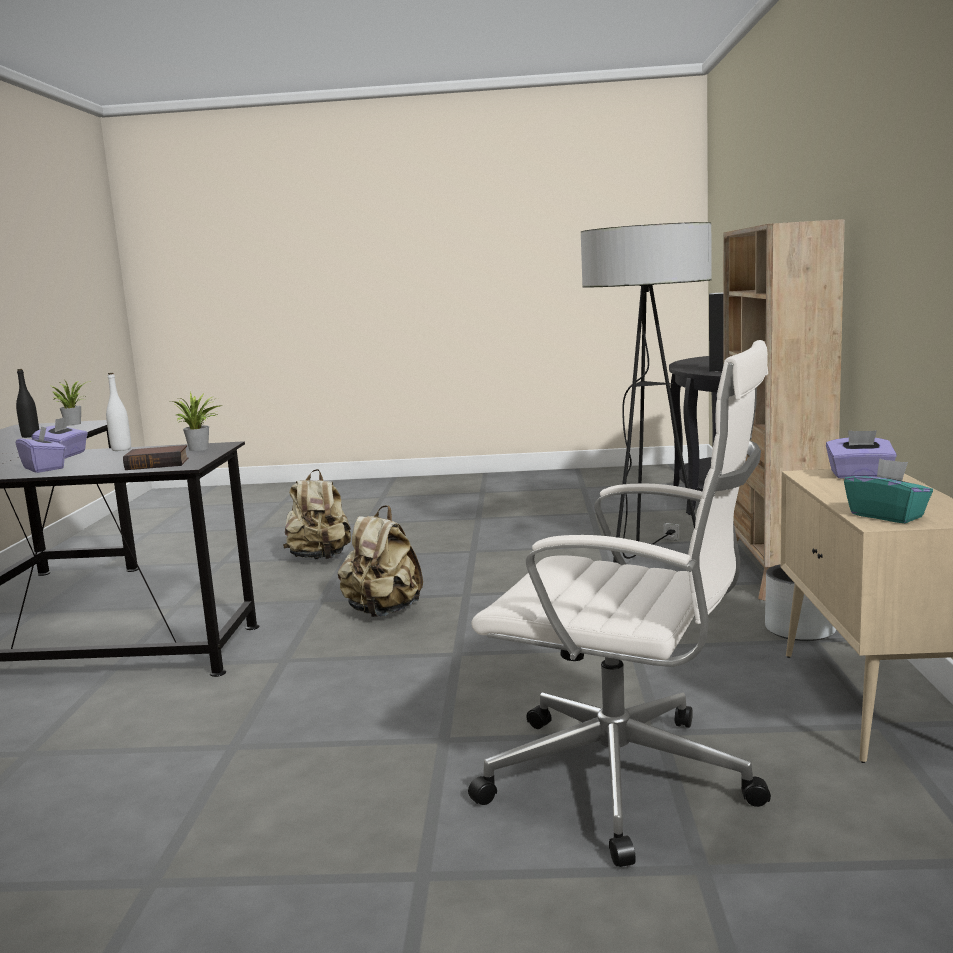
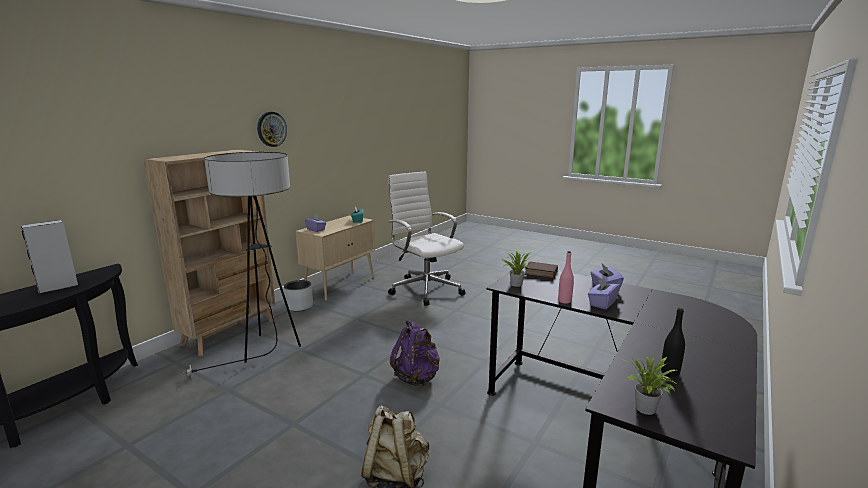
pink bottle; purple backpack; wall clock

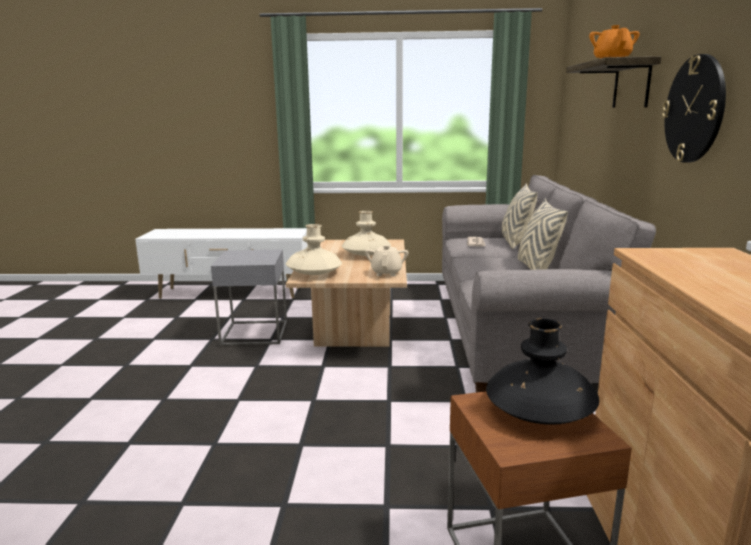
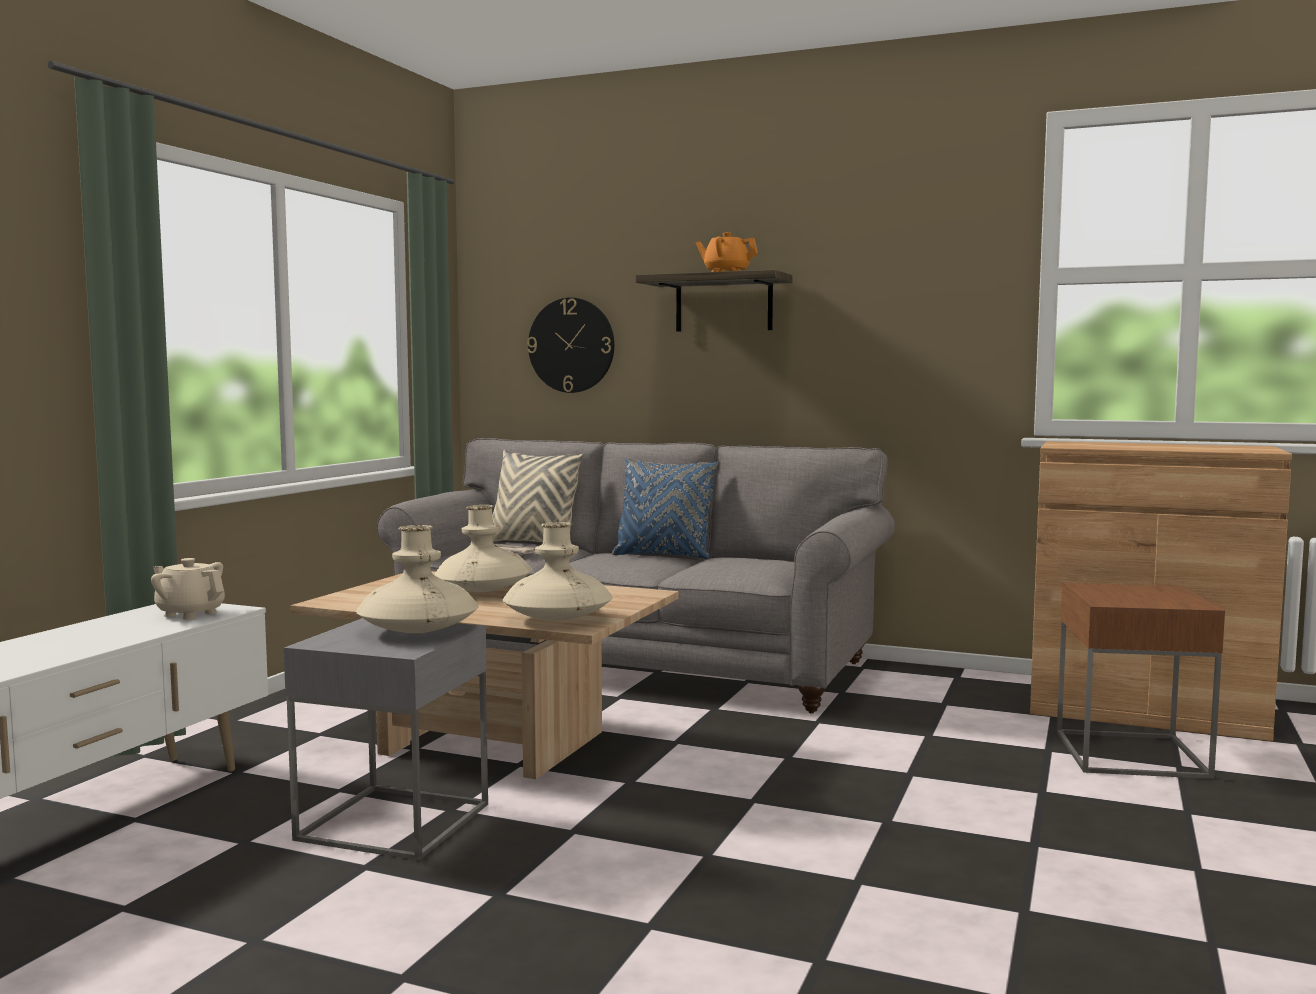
wall clock; blue pillow; beige teapot; black vase; beige vase (1st from left)

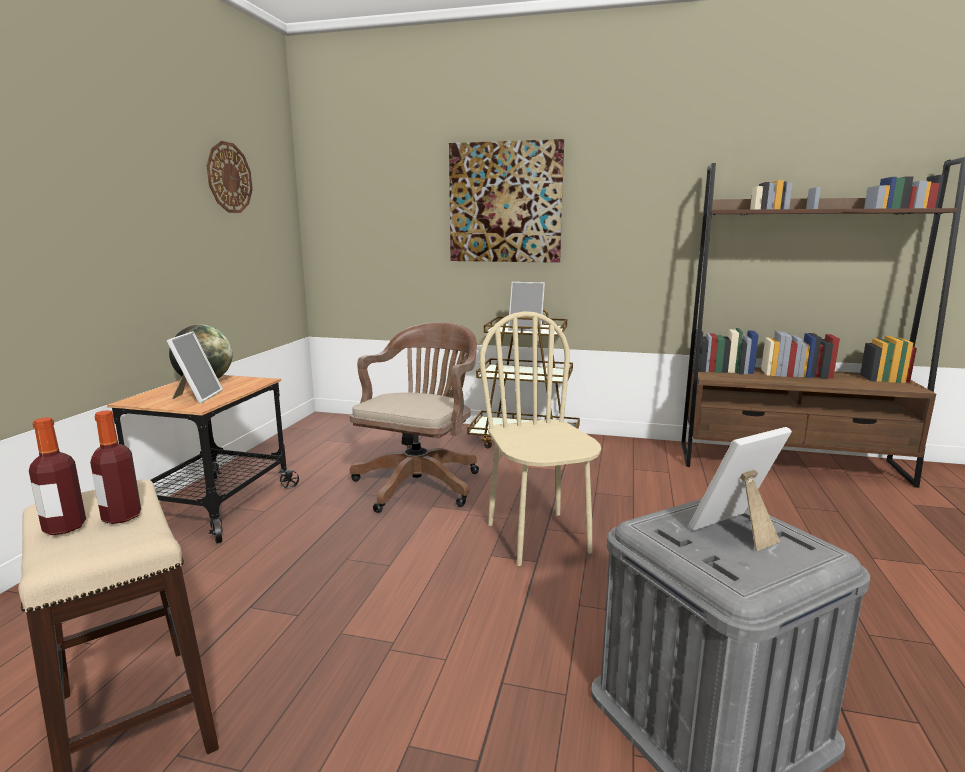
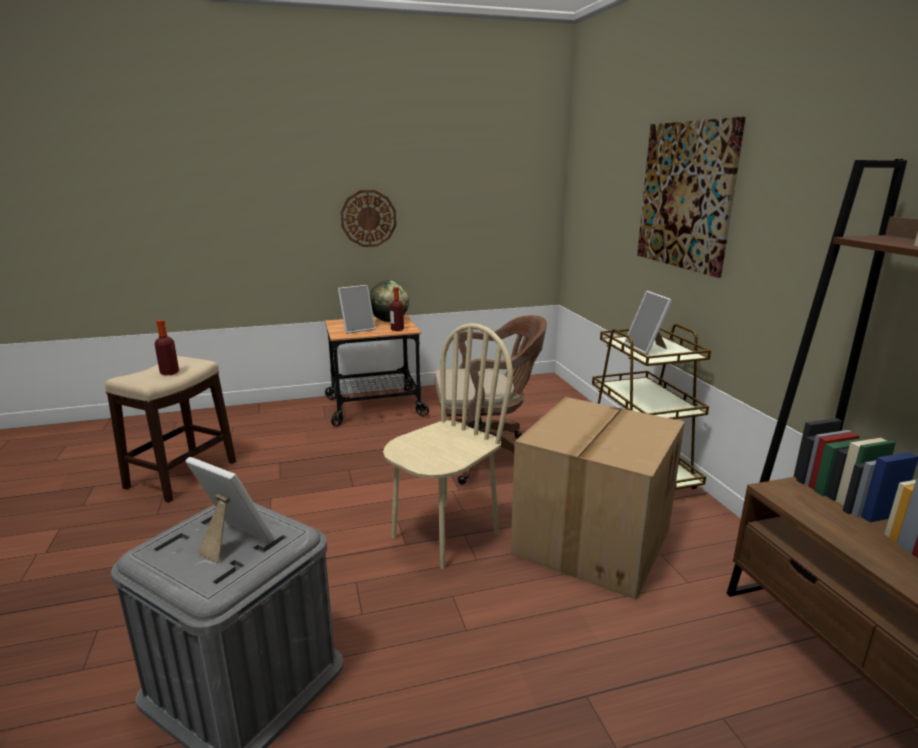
wall clock; bottle (2nd from left); cardboard box

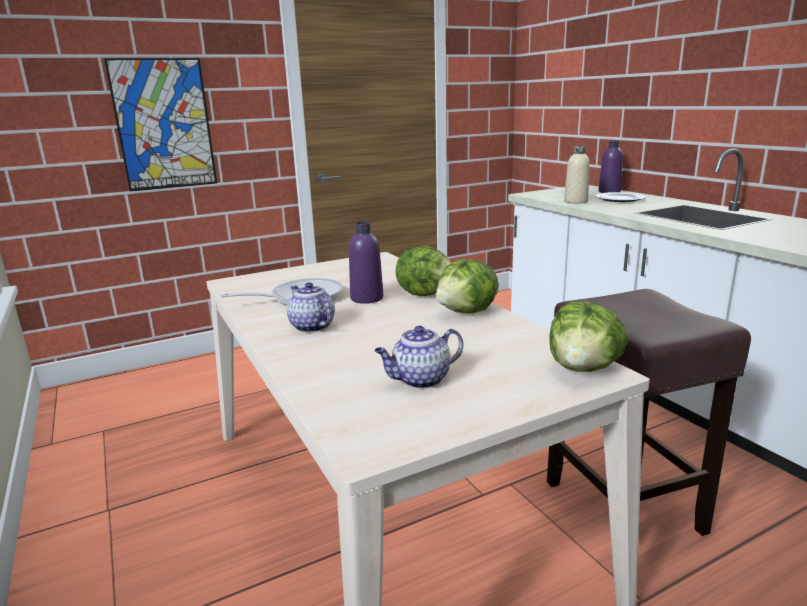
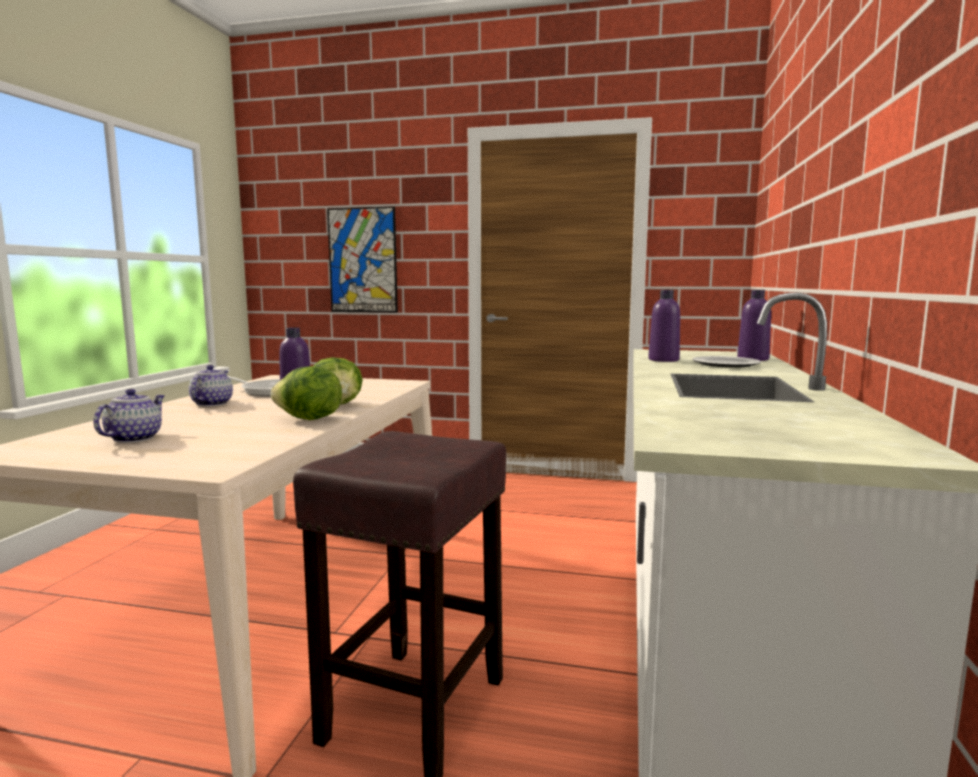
purple bottle (2nd from left); lettuce (3rd from left in the first image); teapot (1st from left)

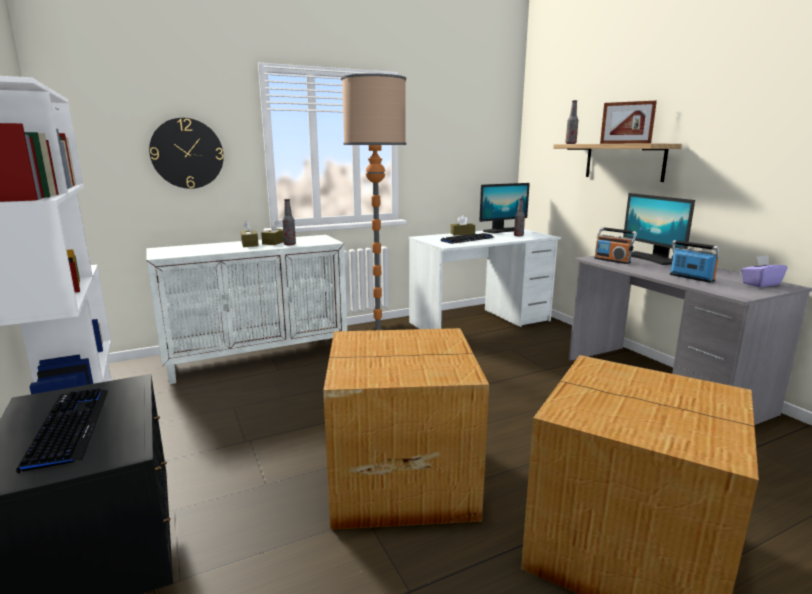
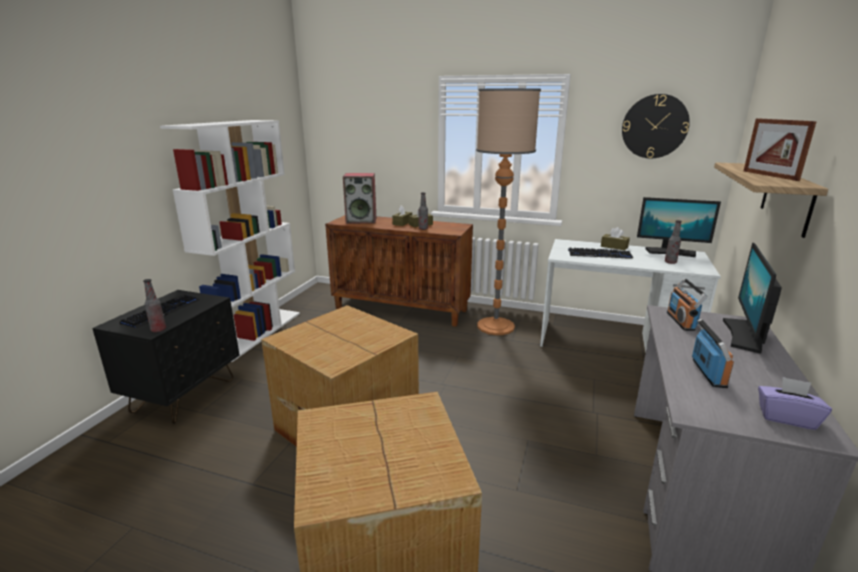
bottle (1st from left); wall clock; brown cabinet; speaker

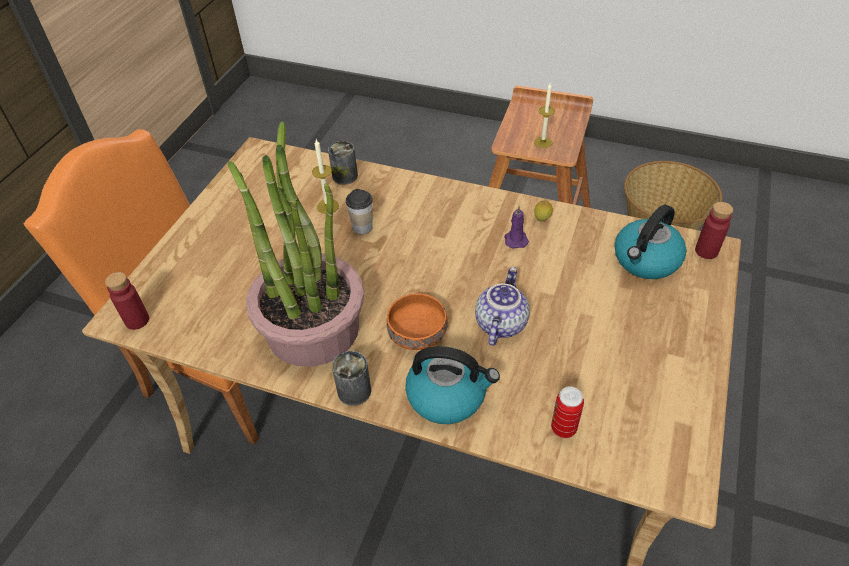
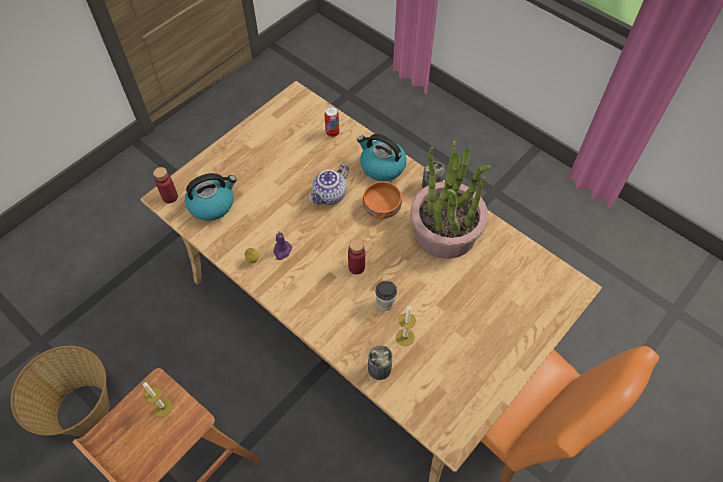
red bottle (2nd from left)

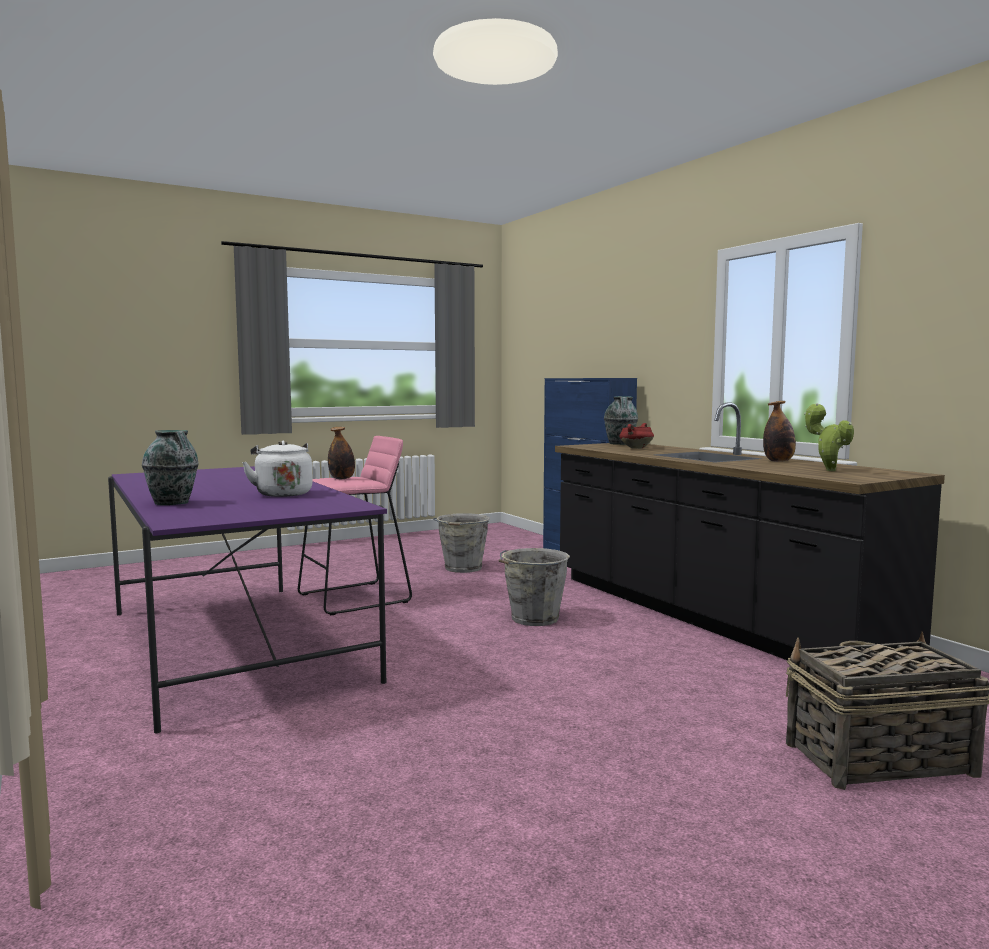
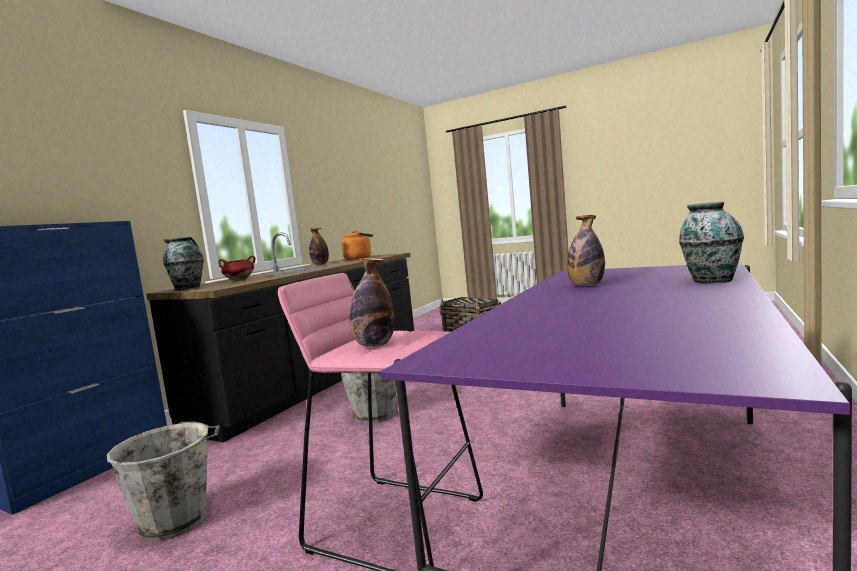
orange kettle; bottle (3rd from left)

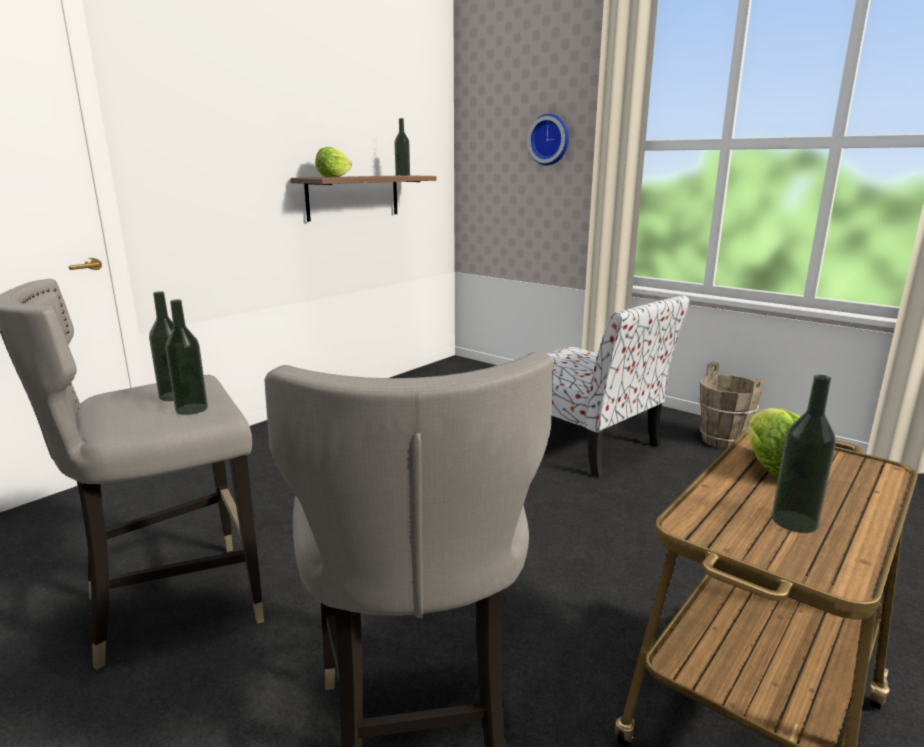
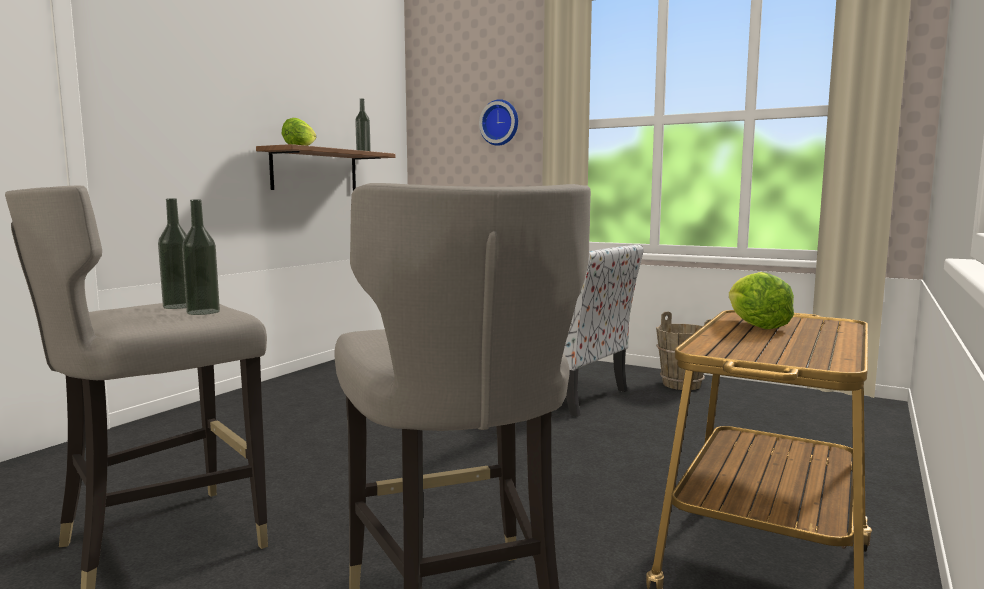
bottle (4th from left in the first image)

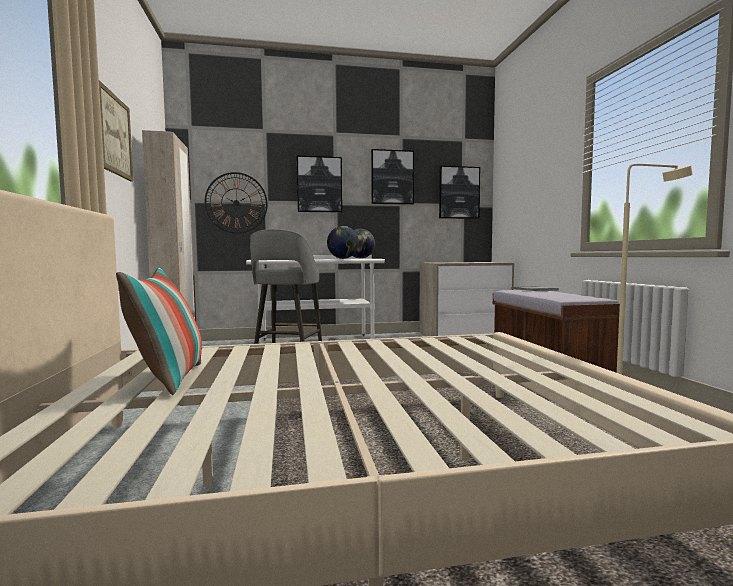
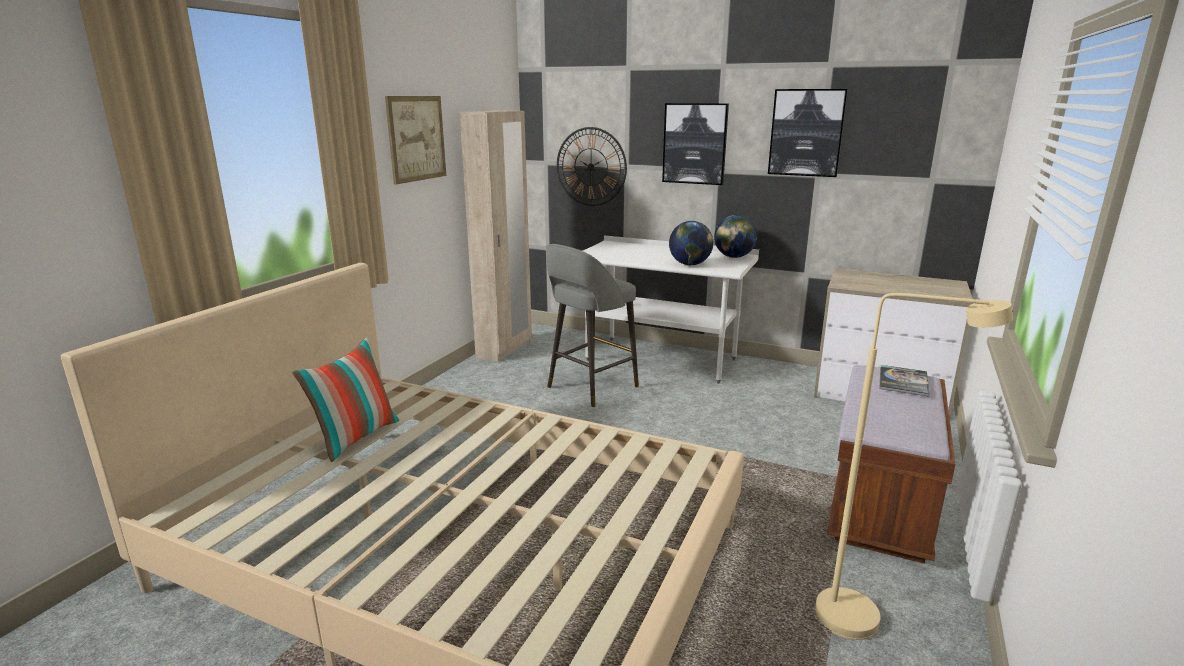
picture (4th from left in the first image)

